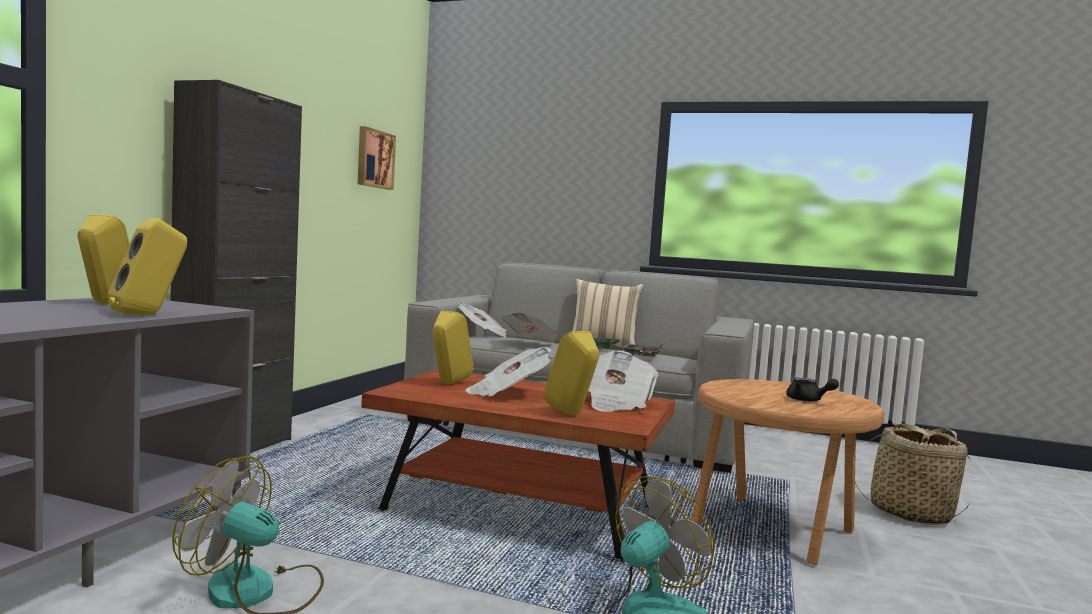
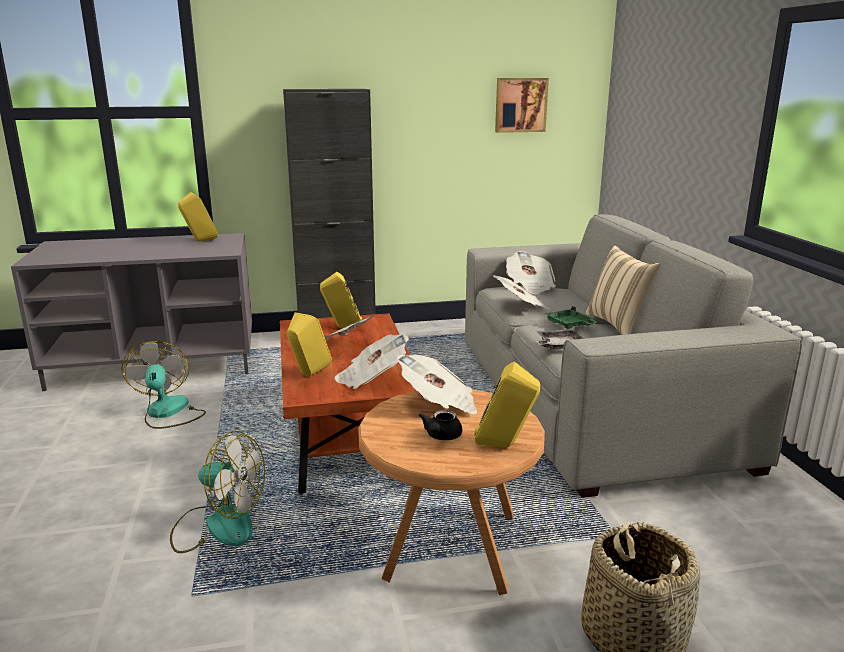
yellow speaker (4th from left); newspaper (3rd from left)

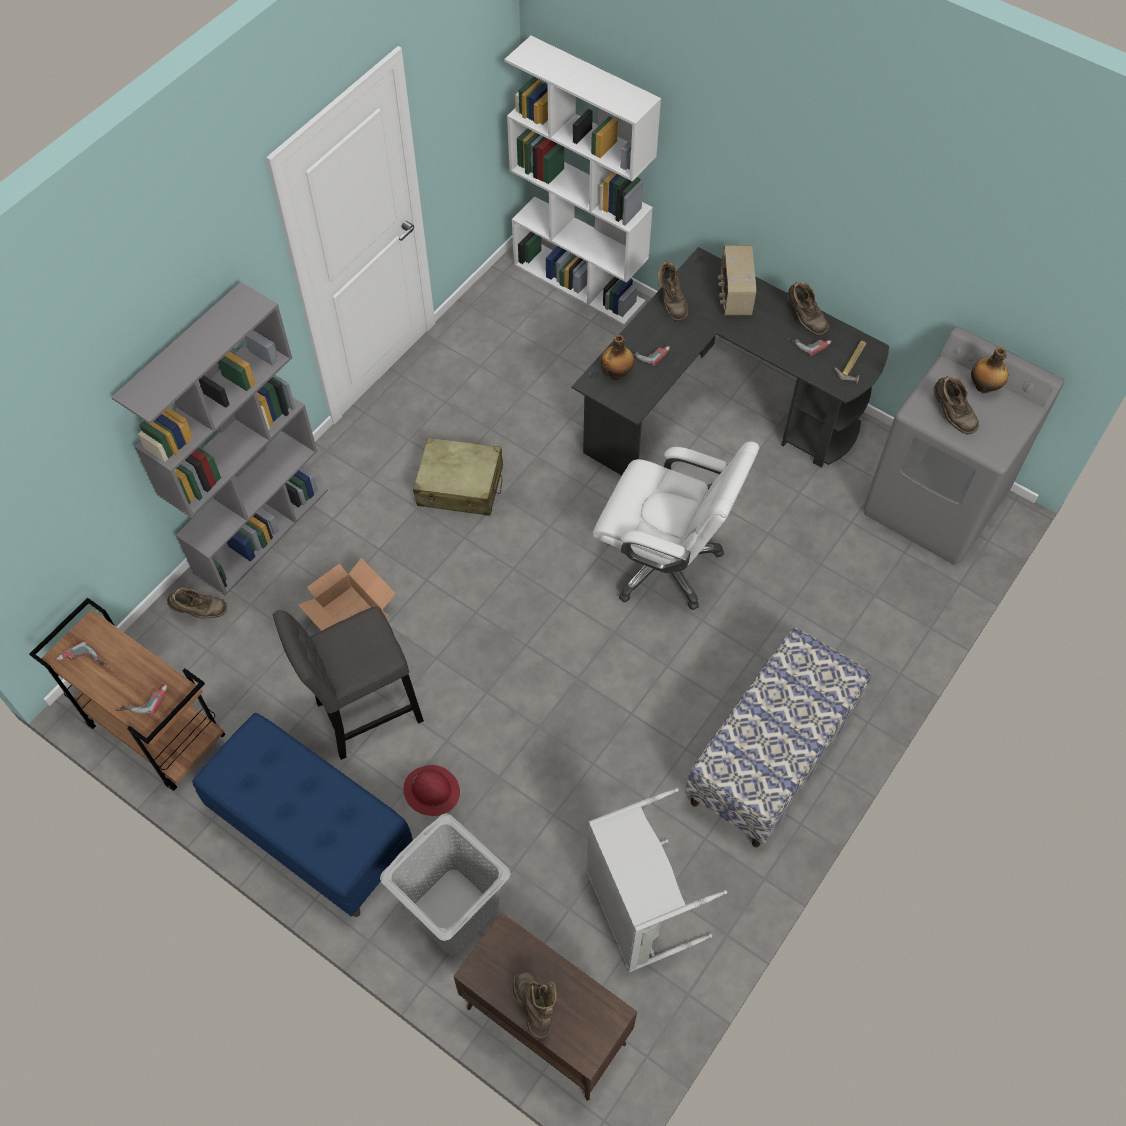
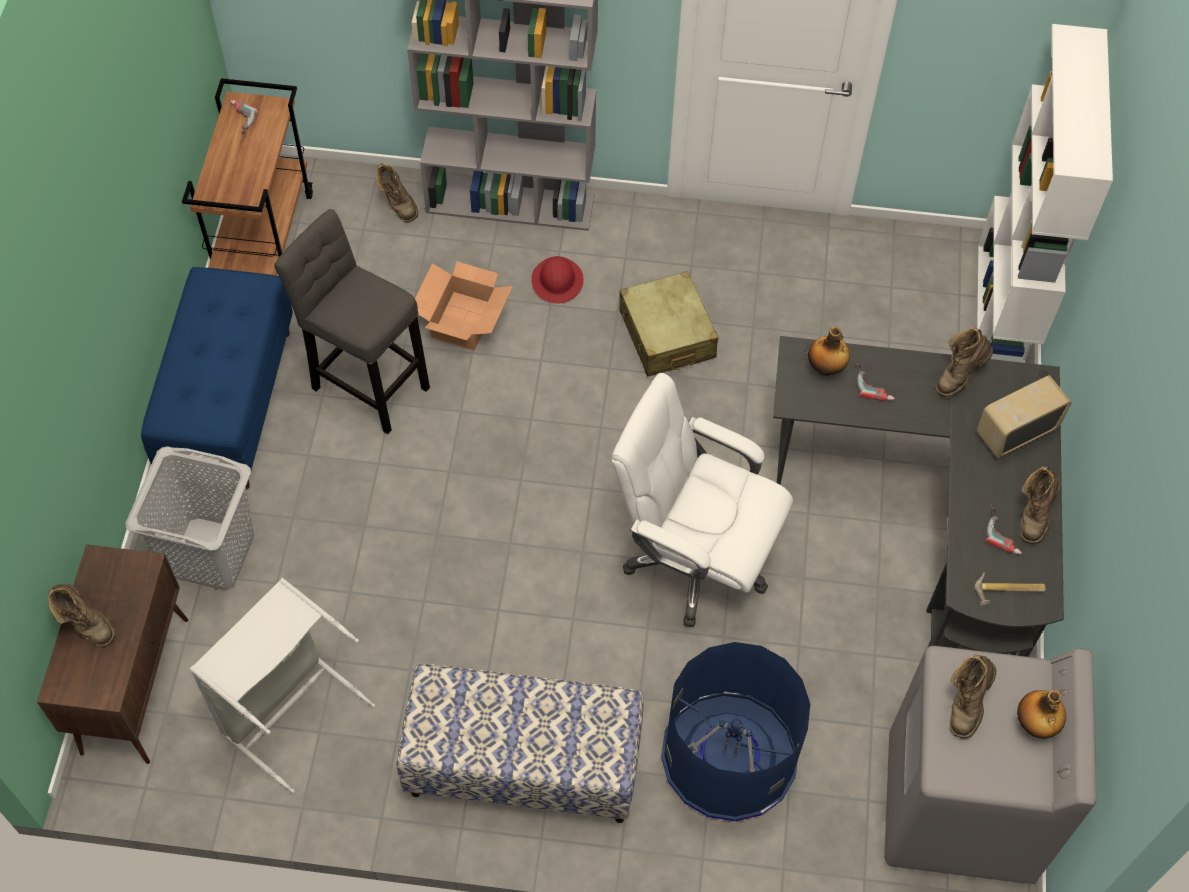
white office chair; power drill (2nd from left in the first image); red hard hat; brown boot (1st from left); blue trash can

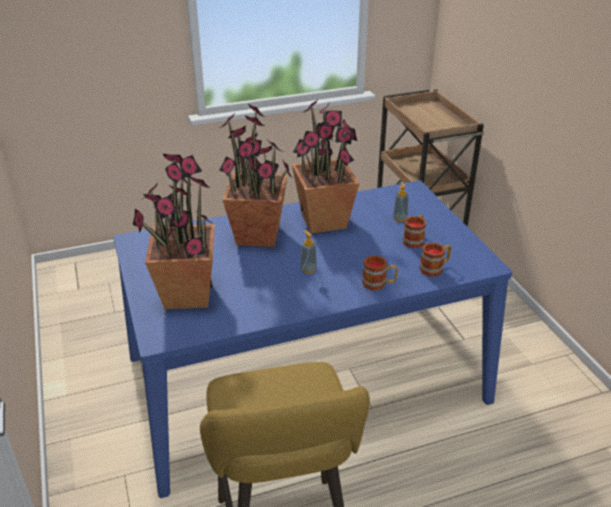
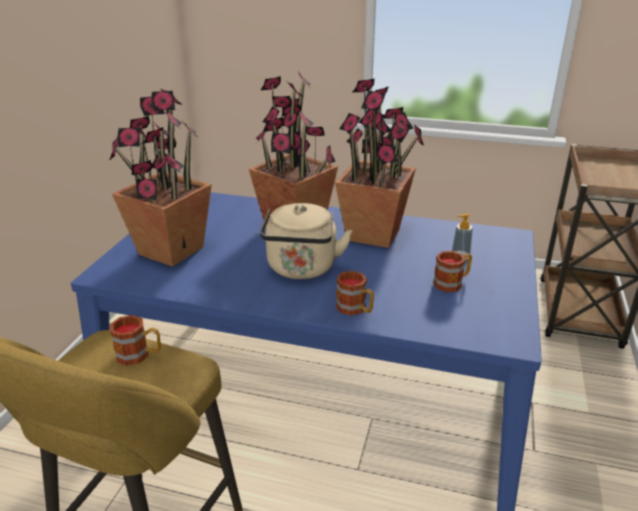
beige kettle; mug (1st from left)

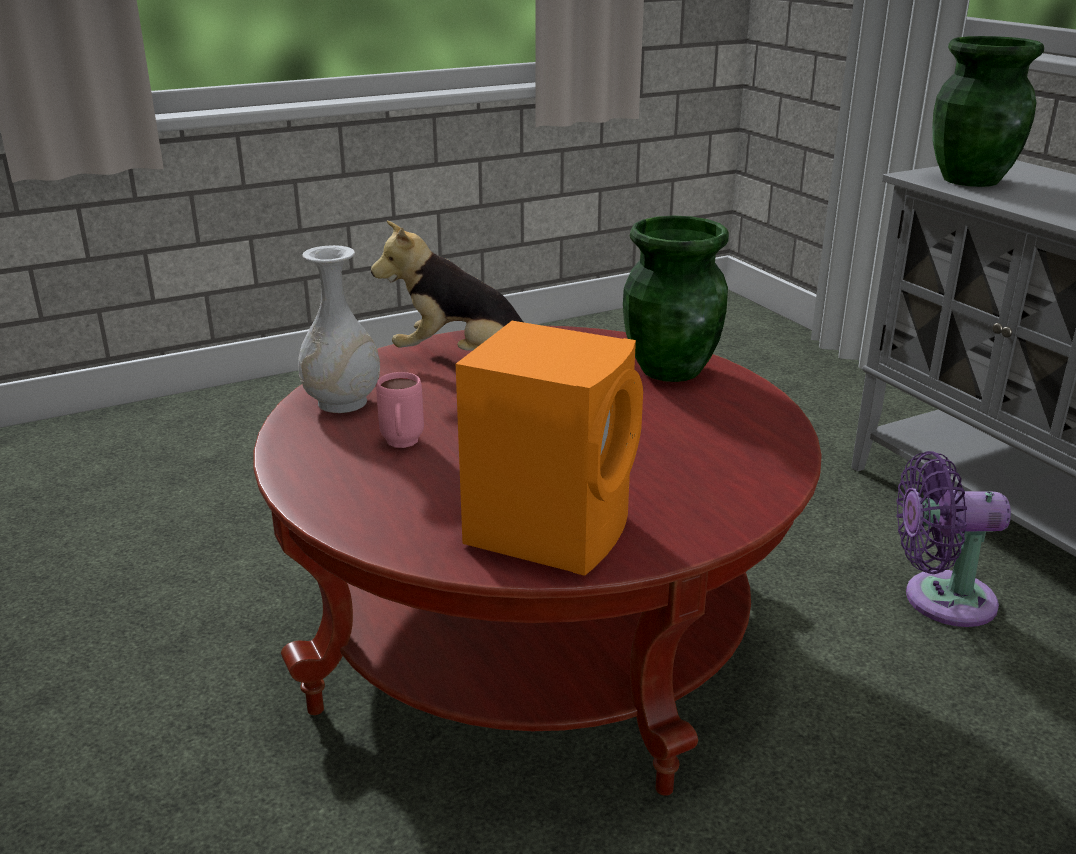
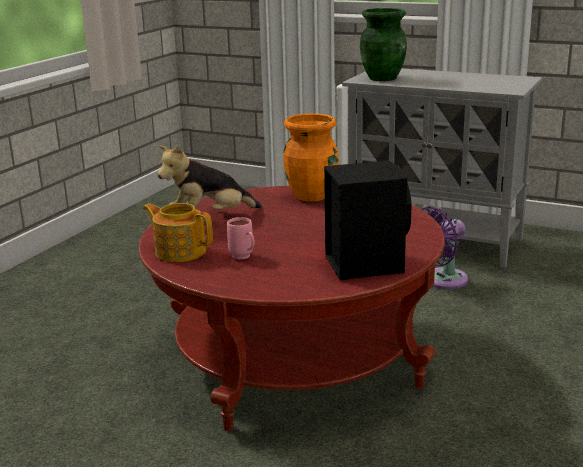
orange vase; teapot; black speaker

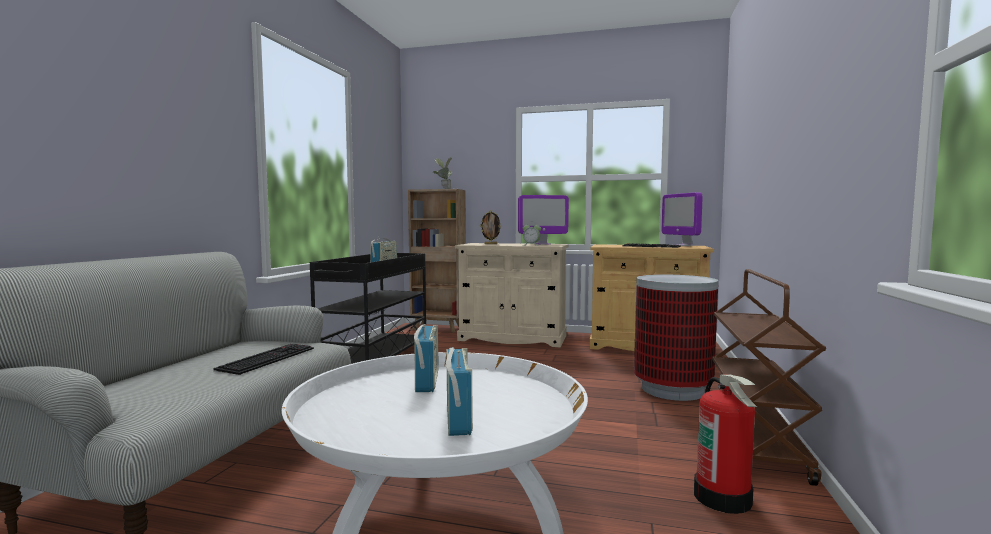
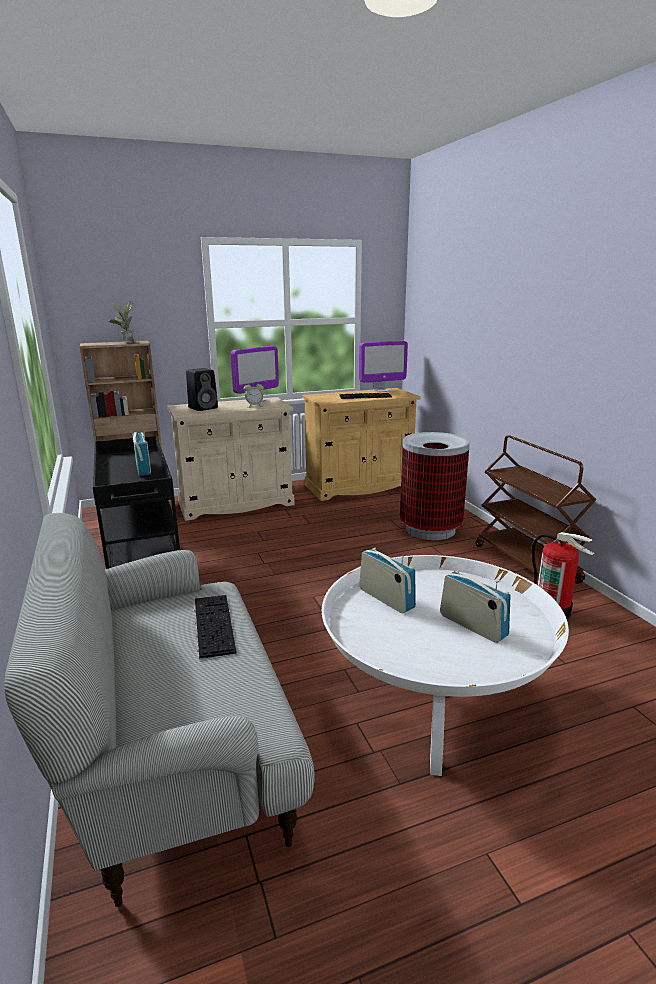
monitor (2nd from left); black speaker

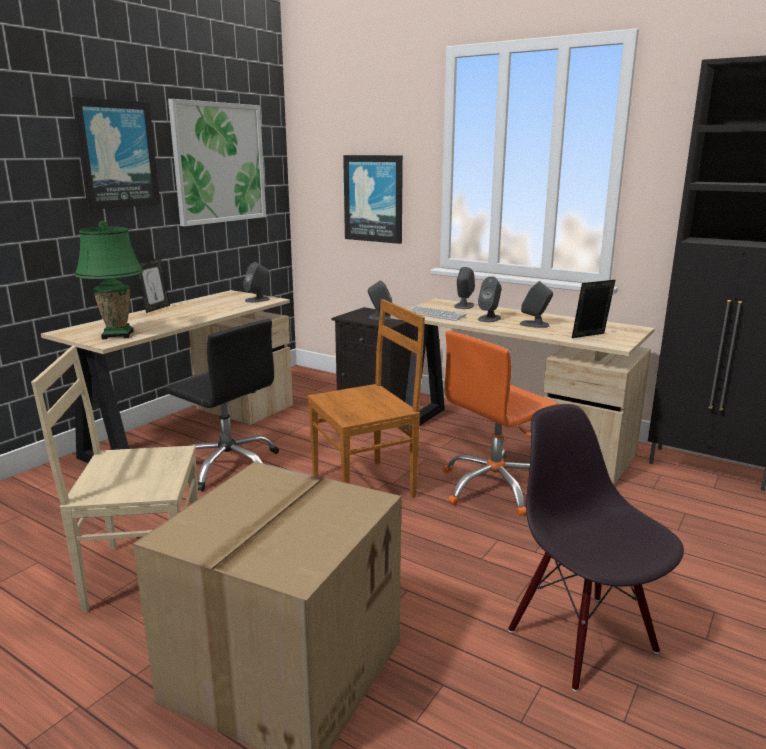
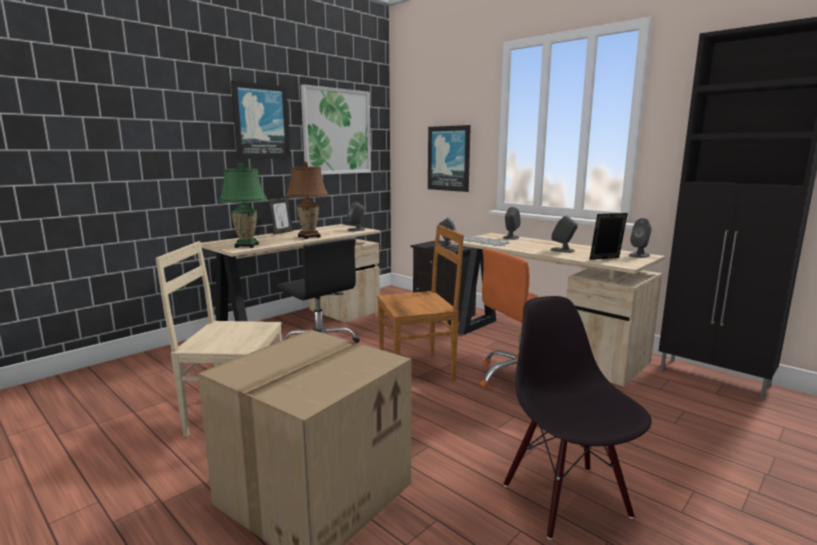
grey speaker (5th from left); brown table lamp

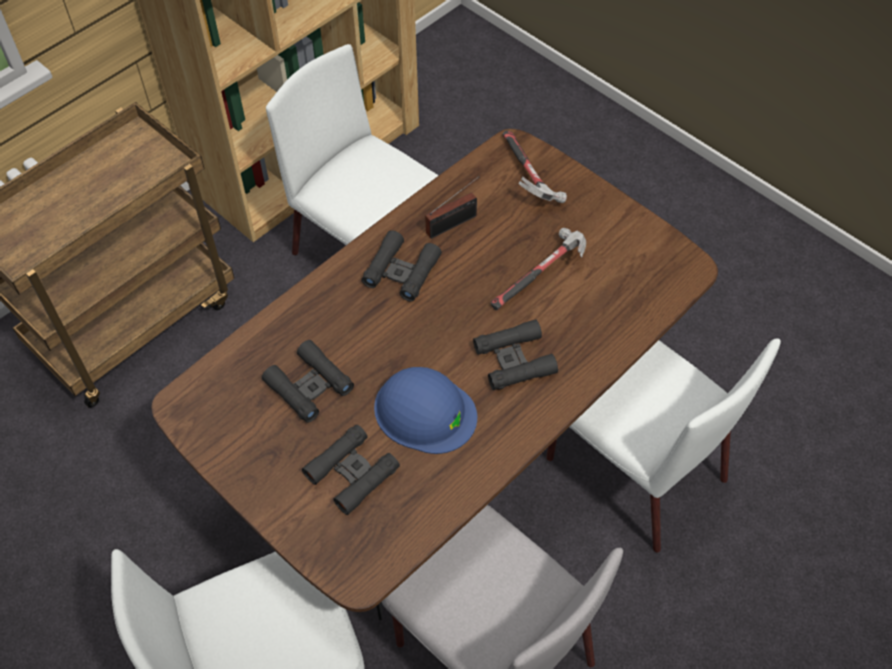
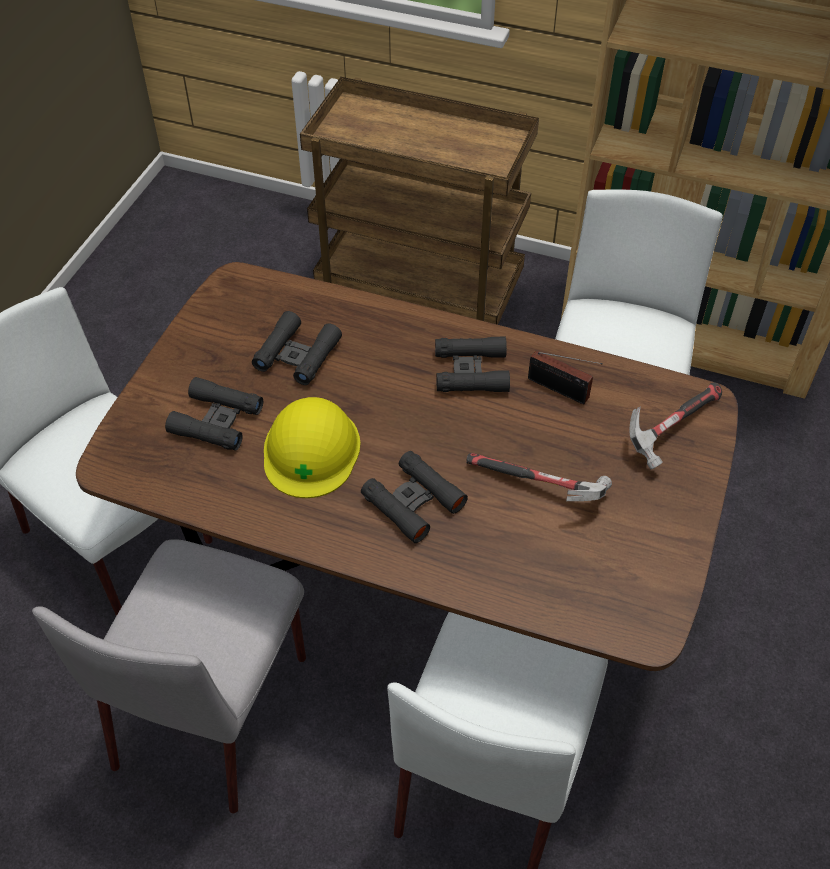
yellow hard hat

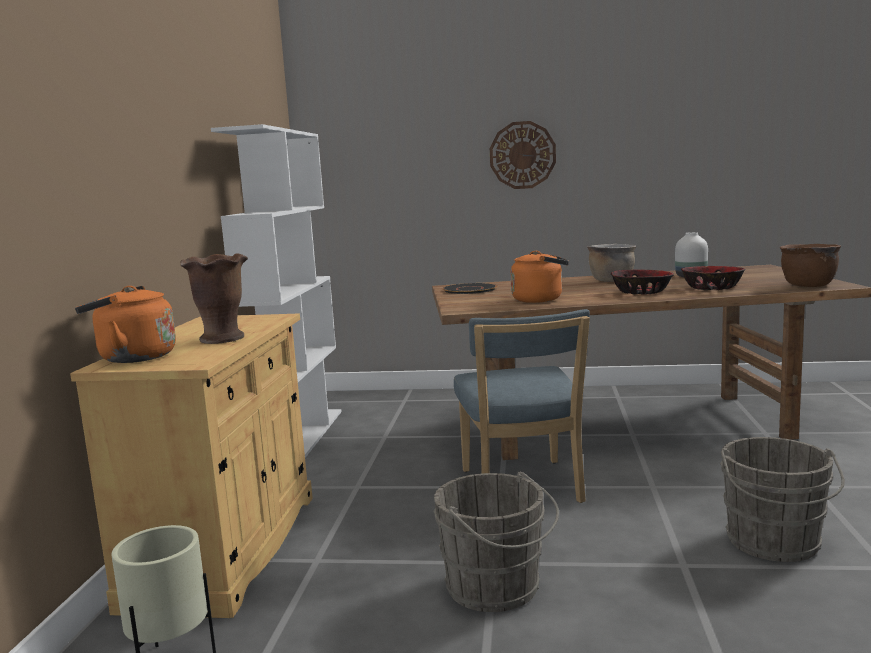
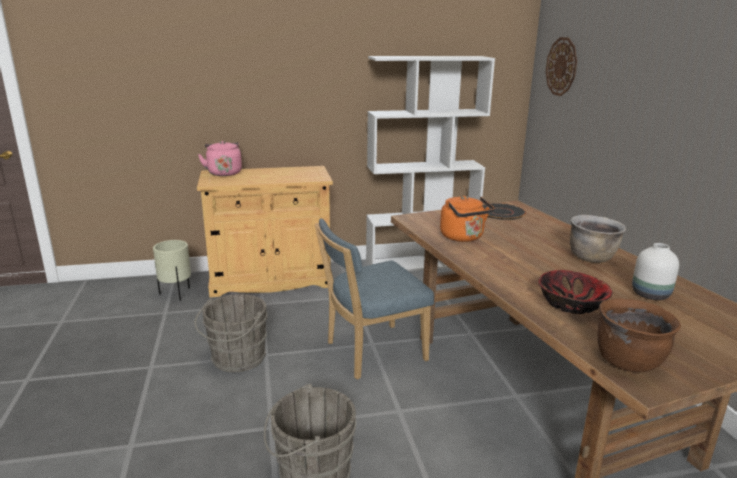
wall clock; brown vase; bowl (1st from left in the first image); pink kettle

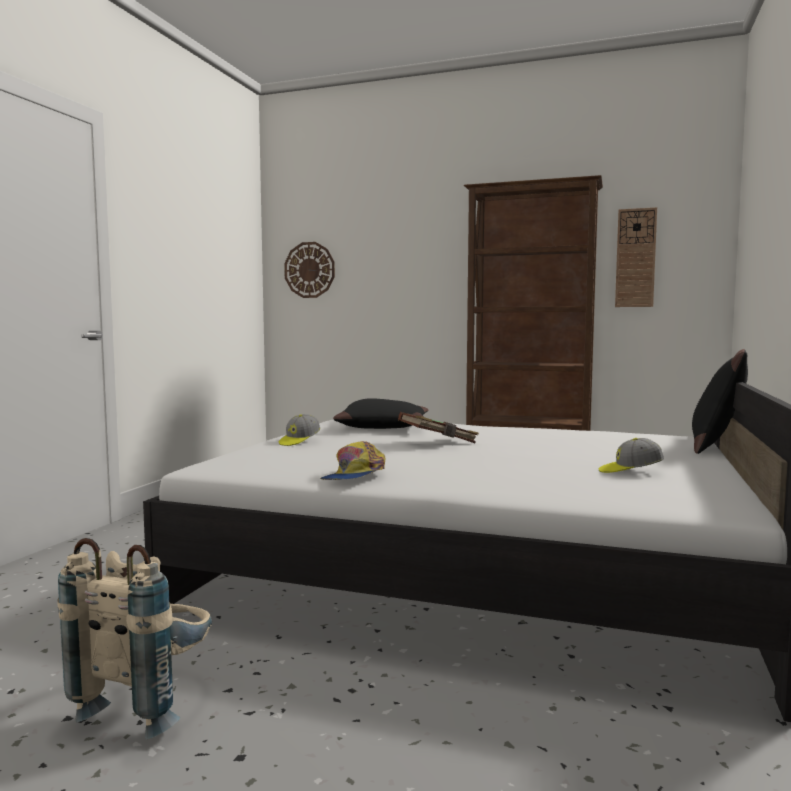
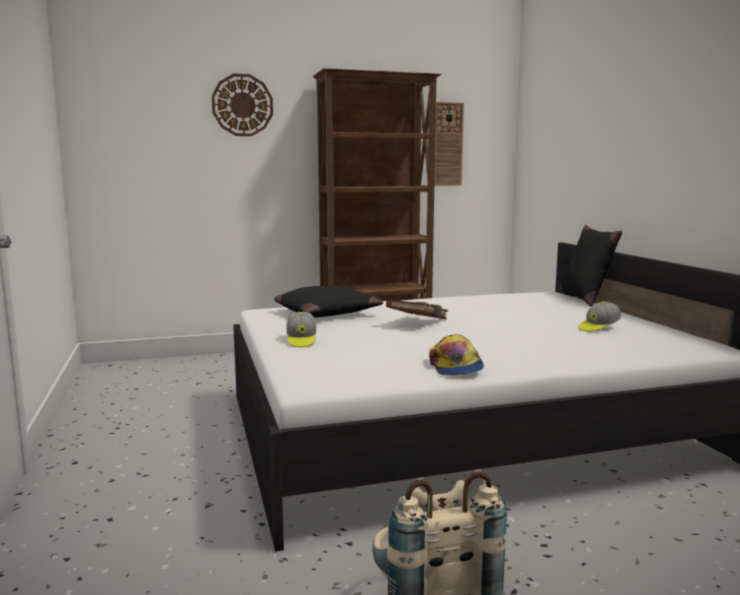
wall clock (1st from left)

